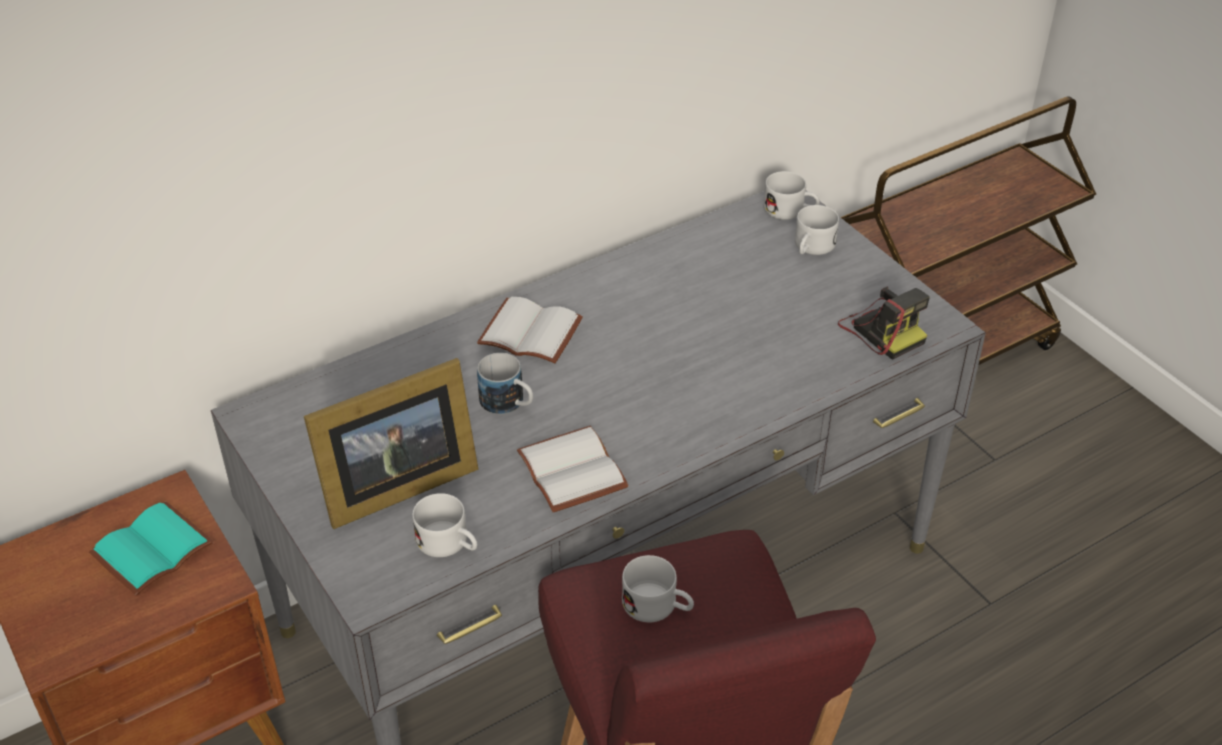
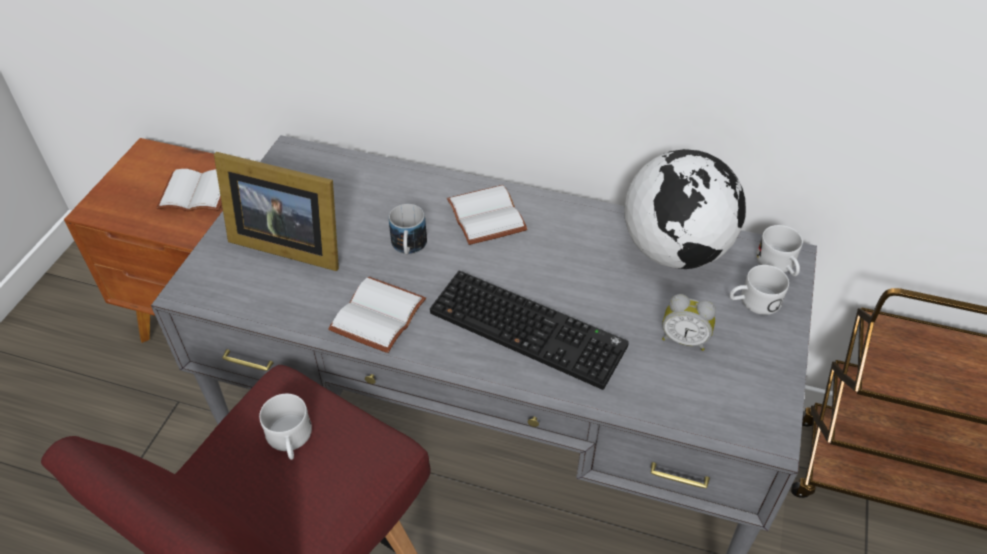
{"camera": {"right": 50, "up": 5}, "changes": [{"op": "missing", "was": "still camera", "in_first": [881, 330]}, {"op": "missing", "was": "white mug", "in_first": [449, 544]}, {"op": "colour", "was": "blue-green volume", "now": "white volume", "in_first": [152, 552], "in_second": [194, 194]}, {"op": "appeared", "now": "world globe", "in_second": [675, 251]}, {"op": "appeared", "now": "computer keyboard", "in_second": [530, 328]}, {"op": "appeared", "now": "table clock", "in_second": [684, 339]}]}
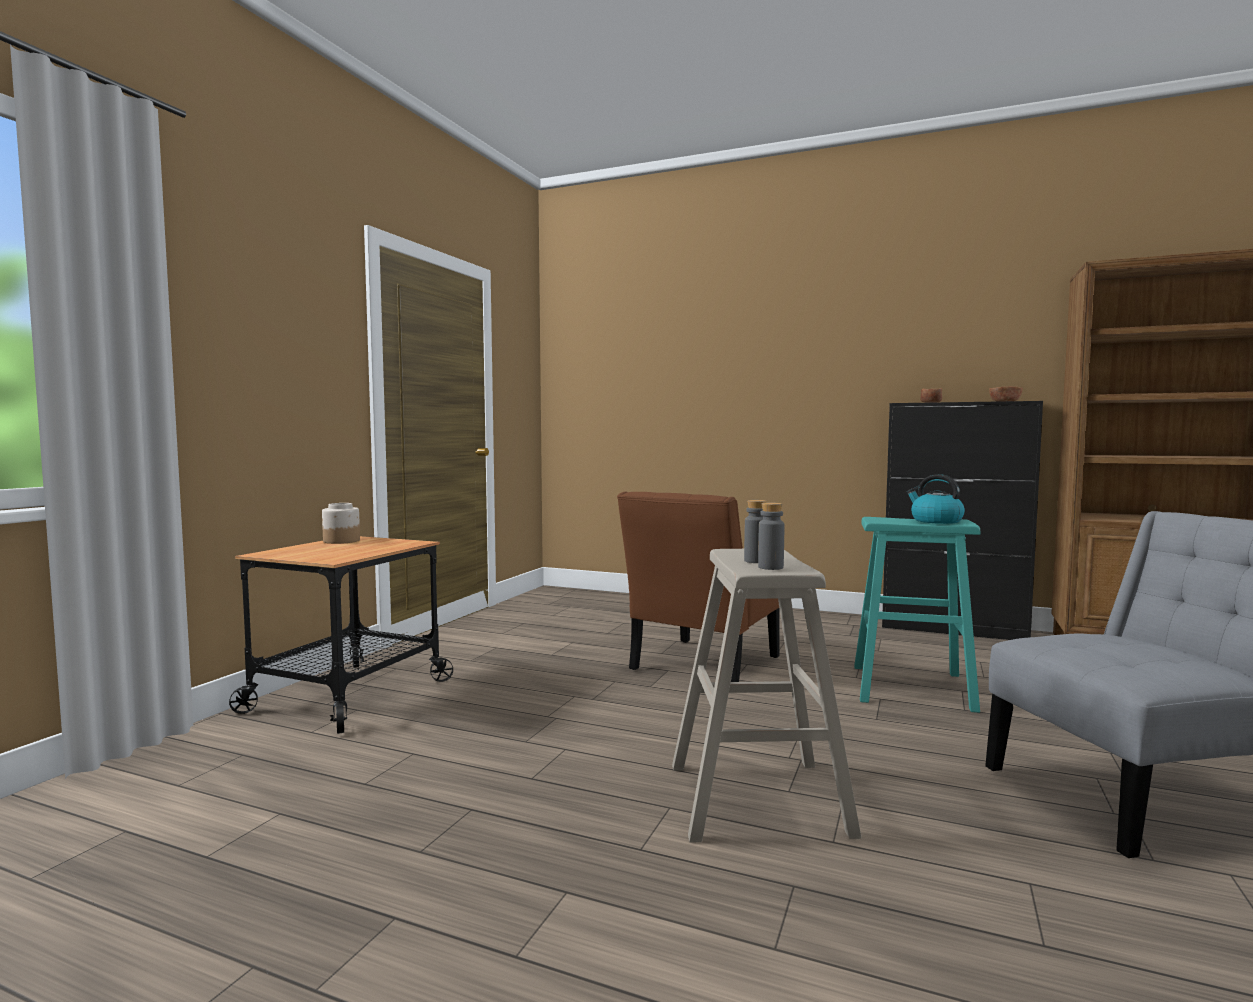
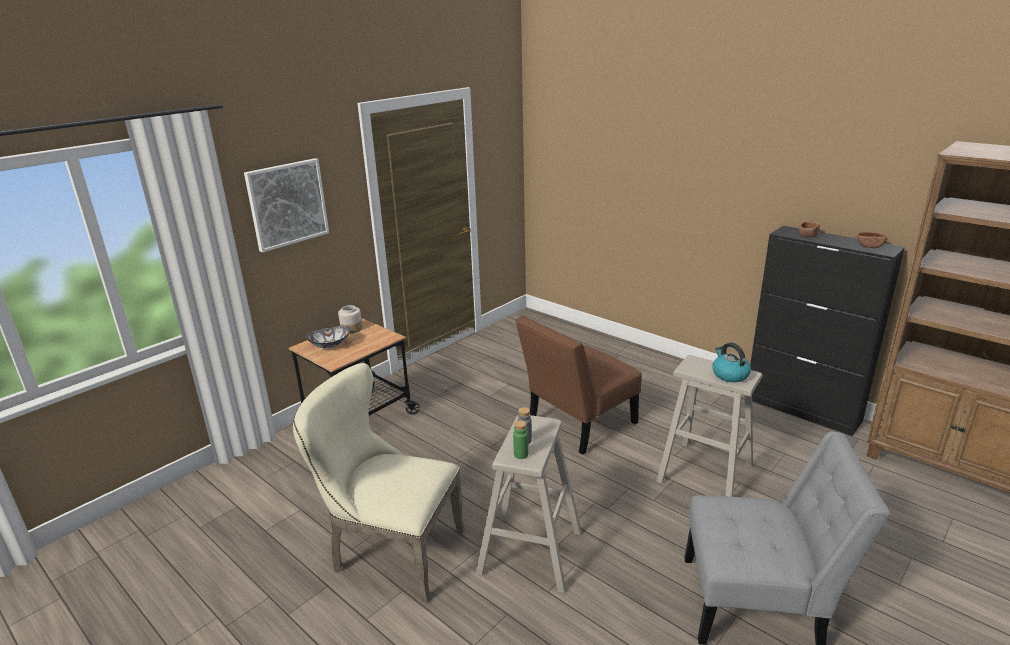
{"camera": {"right": 20, "up": 20}, "changes": [{"op": "colour", "was": "greyish drink bottle", "now": "green-coloured drink bottle", "in_first": [770, 567], "in_second": [521, 454]}, {"op": "colour", "was": "blue-green stool seat", "now": "beige stool seat", "in_first": [912, 687], "in_second": [705, 473]}, {"op": "appeared", "now": "wall picture", "in_second": [287, 204]}, {"op": "appeared", "now": "bowl", "in_second": [330, 345]}, {"op": "appeared", "now": "beige upright chair", "in_second": [390, 552]}]}
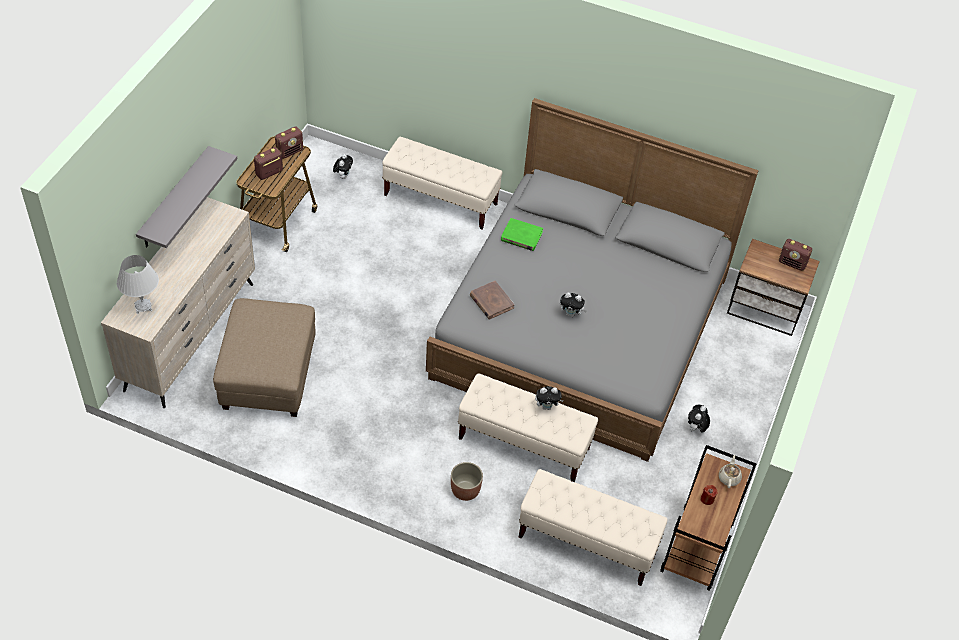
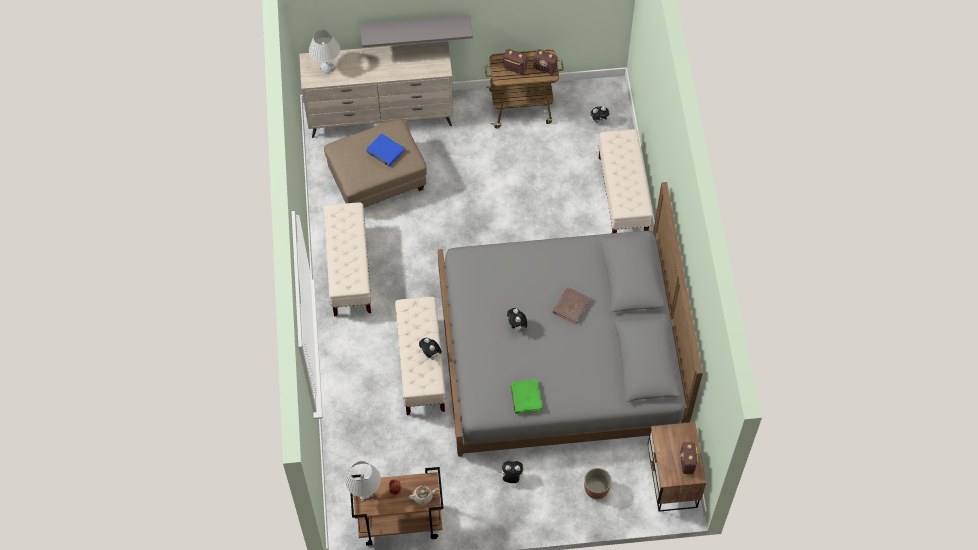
{"camera": {"right": 65, "up": 10}, "changes": [{"op": "relocated", "was": "green-coloured volume", "in_first": [521, 236], "in_second": [525, 397]}, {"op": "relocated", "was": "brownish volume", "in_first": [491, 302], "in_second": [571, 306]}, {"op": "relocated", "was": "planter", "in_first": [465, 490], "in_second": [596, 489]}, {"op": "relocated", "was": "beige long seat", "in_first": [587, 542], "in_second": [349, 271]}, {"op": "appeared", "now": "blue volume", "in_second": [385, 151]}, {"op": "appeared", "now": "white tabletop lamp", "in_second": [365, 492]}]}
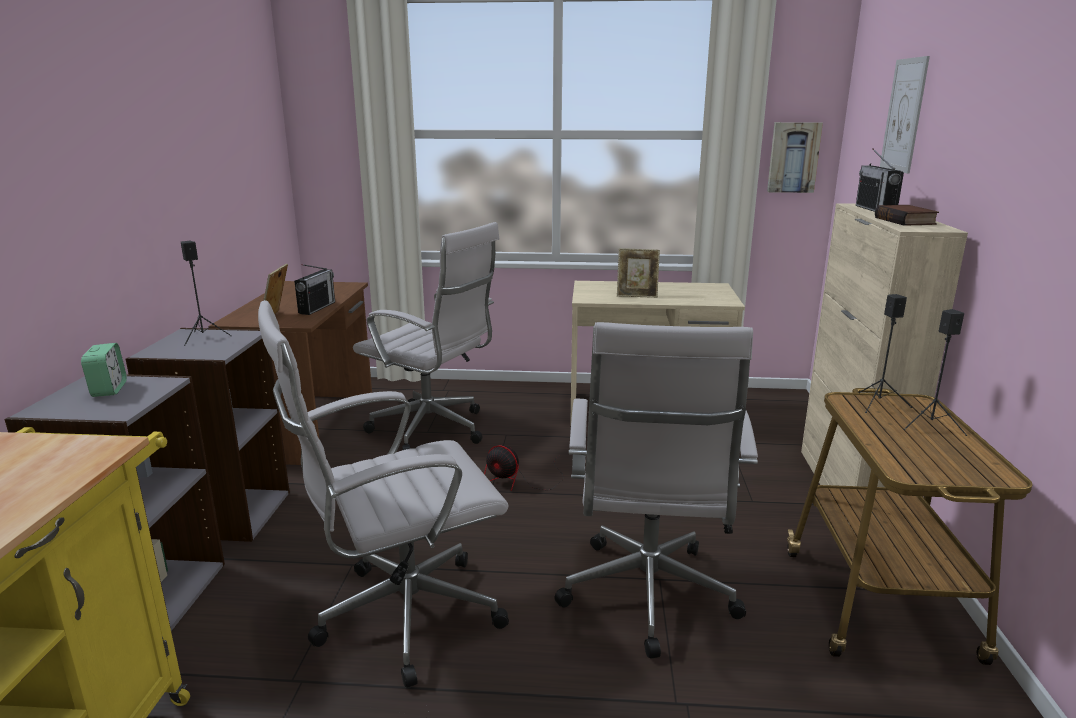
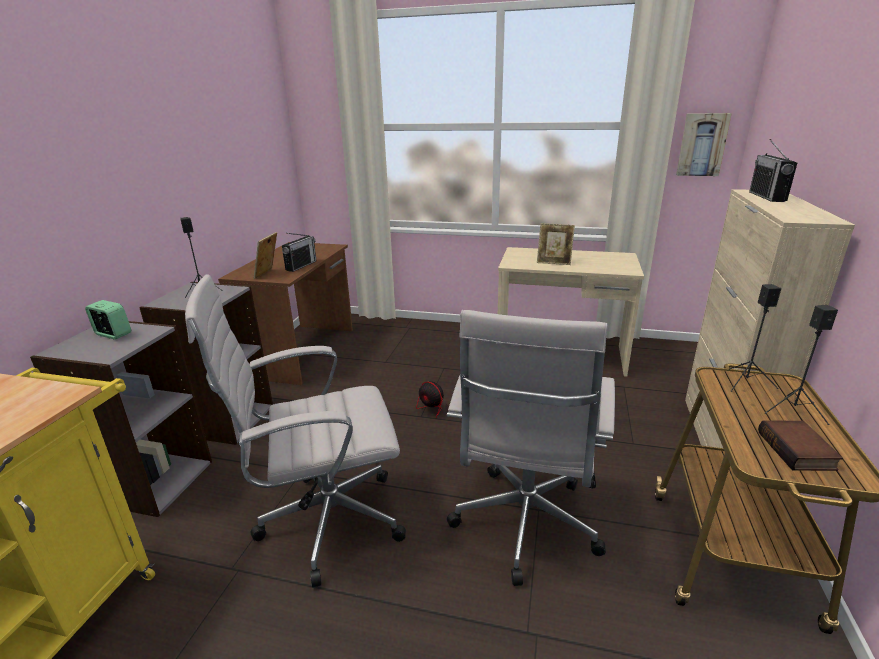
{"camera": {"right": 10, "up": 5}, "changes": [{"op": "missing", "was": "wall picture", "in_first": [904, 115]}, {"op": "relocated", "was": "volume", "in_first": [906, 221], "in_second": [798, 451]}, {"op": "missing", "was": "white desk chair", "in_first": [434, 431]}, {"op": "spun", "was": "table clock", "in_first": [109, 389], "in_second": [113, 334], "clockwise": -60}]}
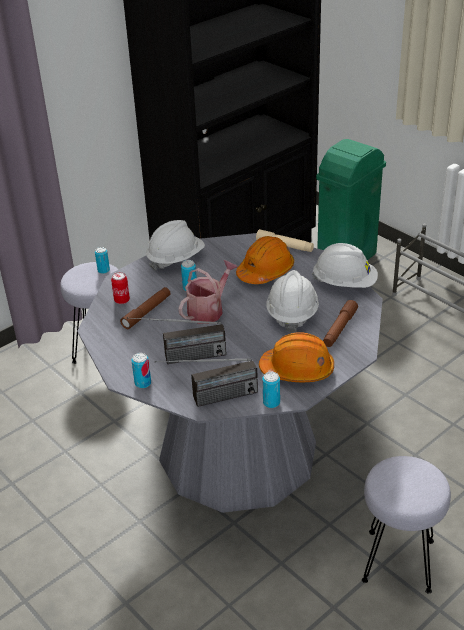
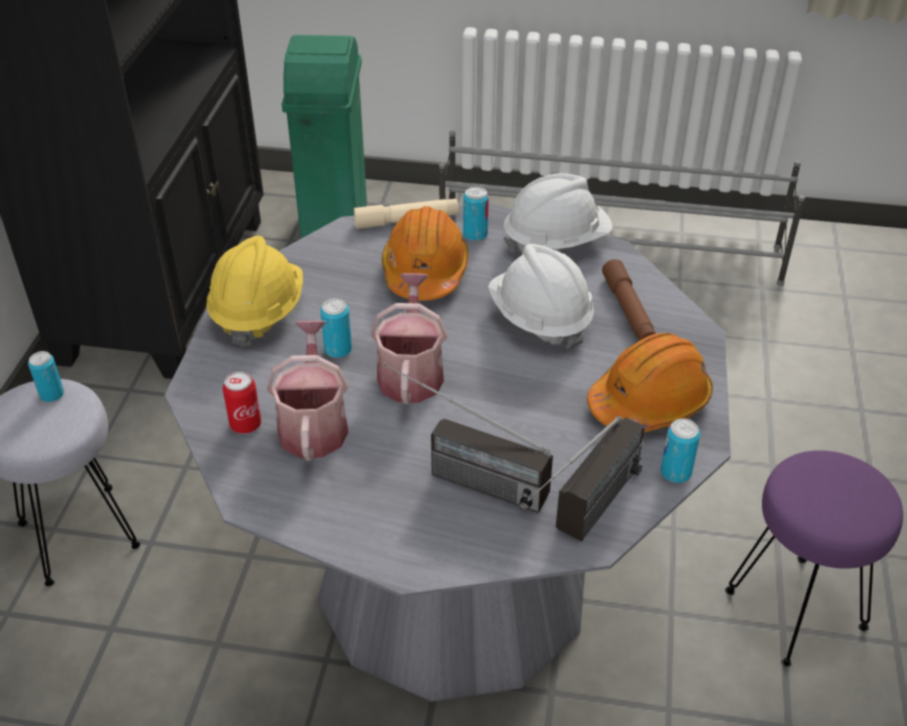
{"camera": {"right": -40, "up": 5}, "changes": [{"op": "colour", "was": "white work helmet", "now": "yellow-coloured work helmet", "in_first": [175, 259], "in_second": [258, 312]}, {"op": "exchanged", "was": "brownish torch", "now": "sprinkling can", "in_first": [147, 312], "in_second": [313, 424]}, {"op": "spun", "was": "radio receiver", "in_first": [179, 358], "in_second": [459, 476], "clockwise": 75}, {"op": "relocated", "was": "can", "in_first": [143, 383], "in_second": [475, 234]}, {"op": "colour", "was": "greyish stool seat", "now": "purplish stool seat", "in_first": [398, 562], "in_second": [795, 611]}]}
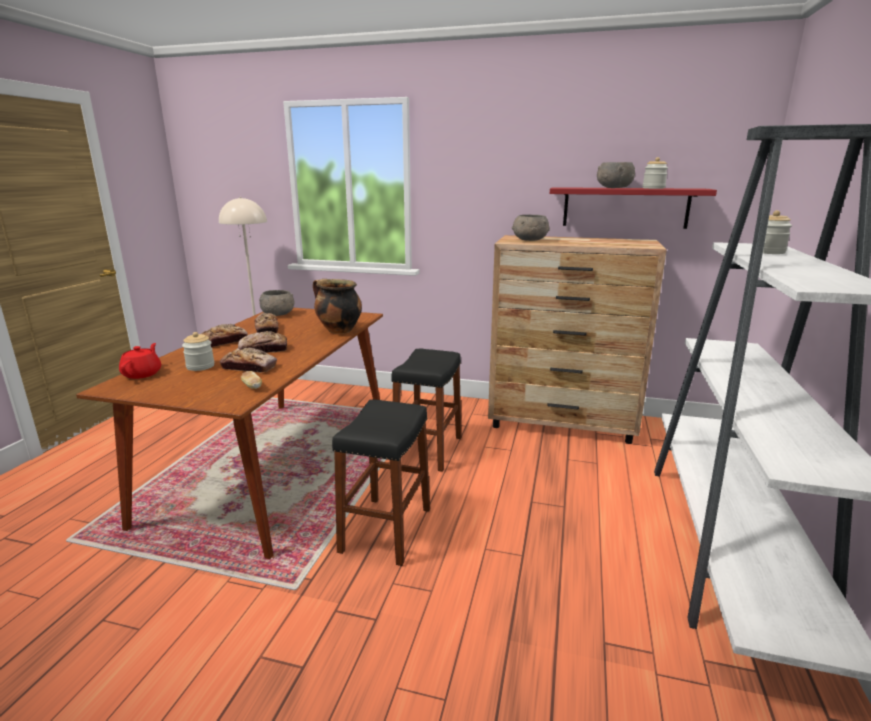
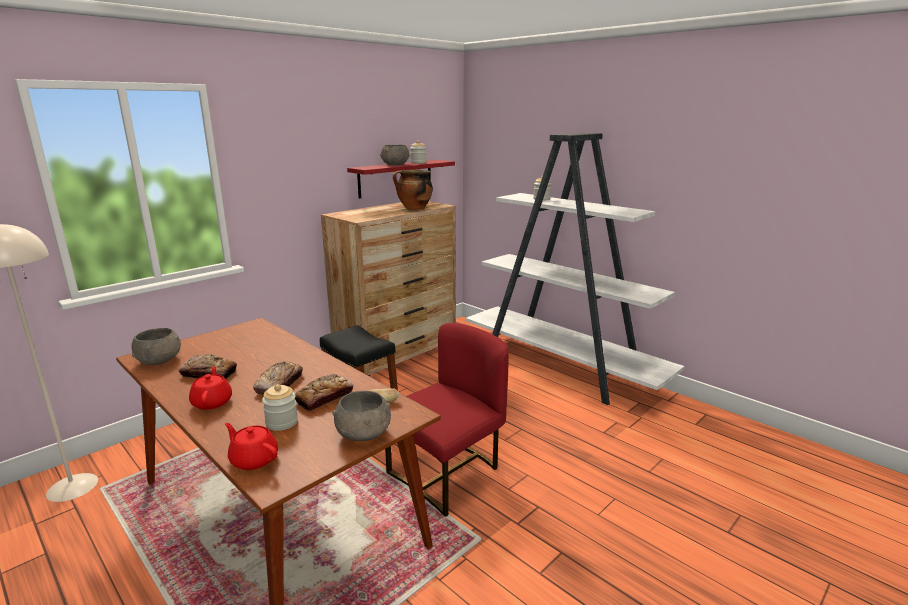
{"camera": {"right": -60, "up": 0}, "changes": [{"op": "relocated", "was": "greyish bowl", "in_first": [530, 240], "in_second": [363, 434]}, {"op": "relocated", "was": "cooking pot", "in_first": [338, 330], "in_second": [414, 209]}, {"op": "exchanged", "was": "baked bread", "now": "reddish tea pot", "in_first": [223, 342], "in_second": [212, 402]}, {"op": "exchanged", "was": "black-coloured stool seat", "now": "reddish upright chair", "in_first": [386, 529], "in_second": [447, 474]}]}
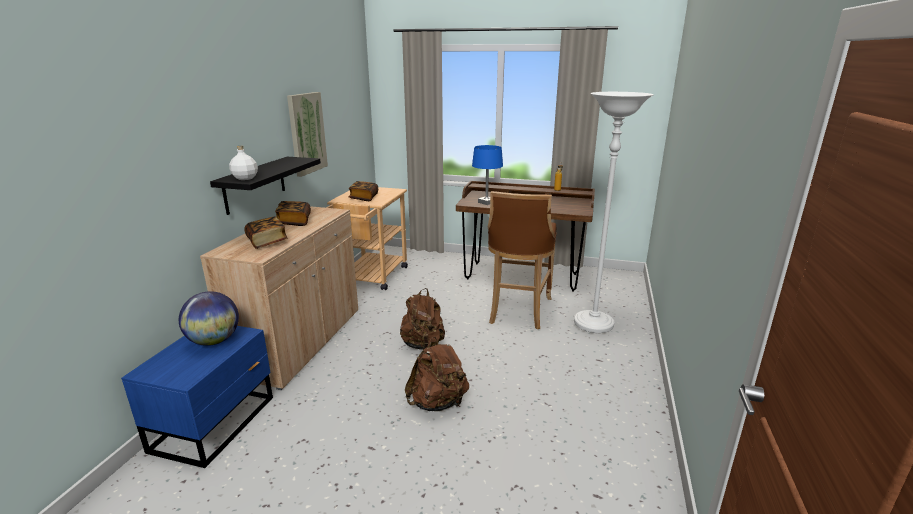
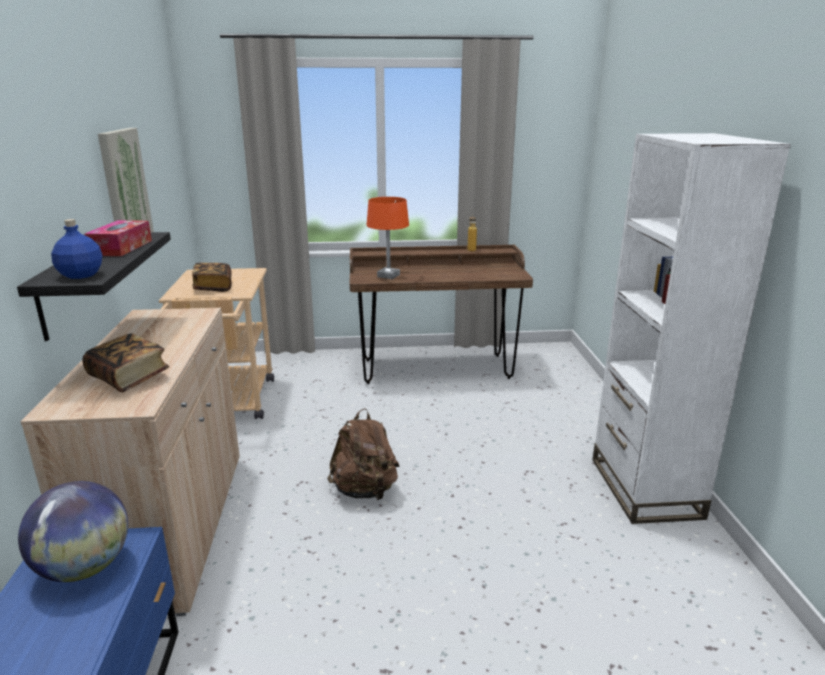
{"camera": {"right": -20, "up": 0}, "changes": [{"op": "missing", "was": "white floor lamp", "in_first": [593, 324]}, {"op": "colour", "was": "blue tabletop lamp", "now": "orangey tabletop lamp", "in_first": [486, 202], "in_second": [388, 276]}, {"op": "colour", "was": "white drink bottle", "now": "blue drink bottle", "in_first": [245, 178], "in_second": [81, 275]}, {"op": "missing", "was": "brownish stool seat", "in_first": [517, 311]}, {"op": "missing", "was": "volume", "in_first": [294, 221]}, {"op": "missing", "was": "brownish backpack", "in_first": [438, 403]}, {"op": "appeared", "now": "white shelving unit", "in_second": [645, 488]}, {"op": "appeared", "now": "tissue box", "in_second": [121, 248]}]}
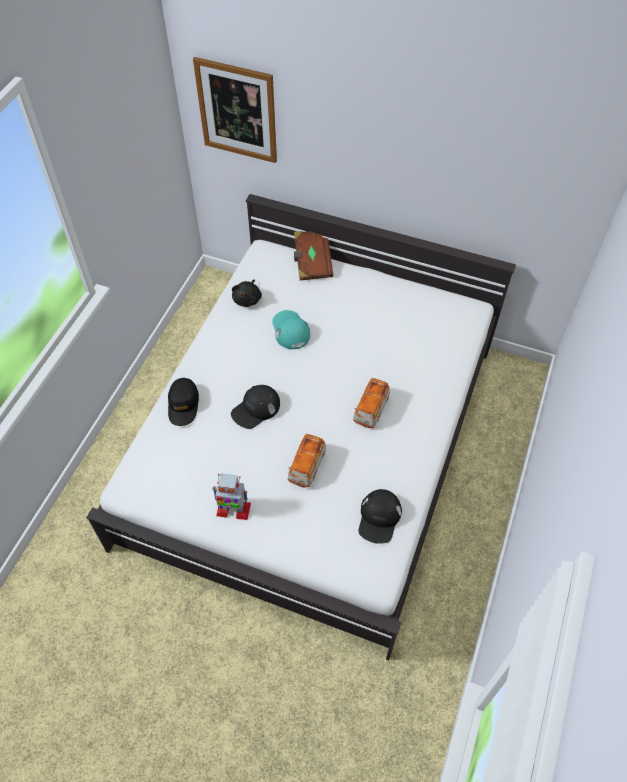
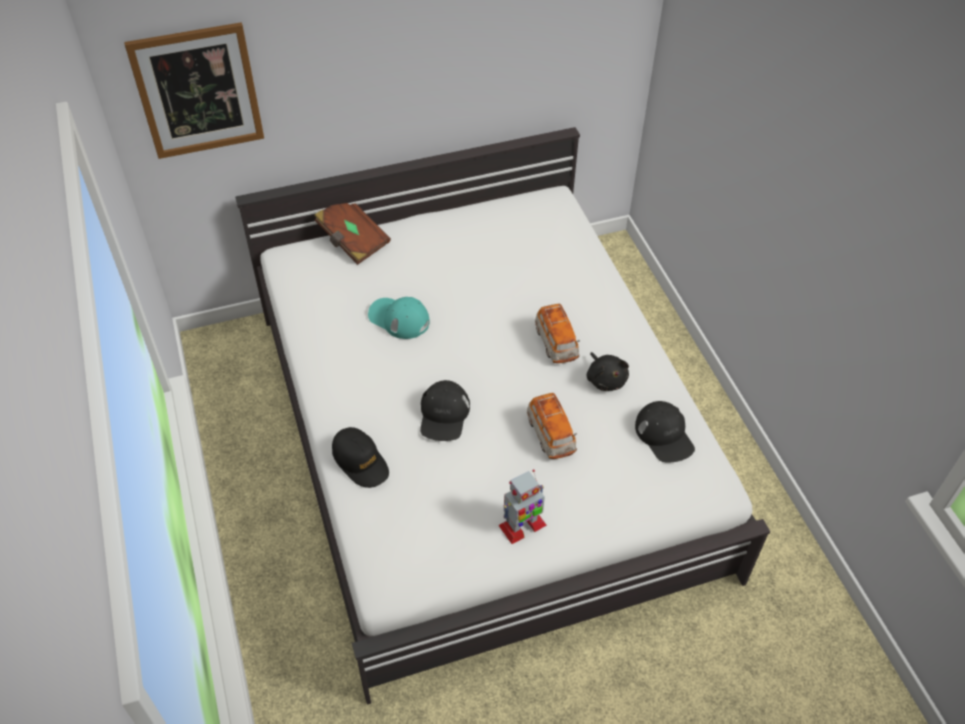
{"camera": {"right": -40, "up": -5}, "changes": [{"op": "relocated", "was": "black-coloured cuddly toy", "in_first": [248, 299], "in_second": [605, 379]}]}
